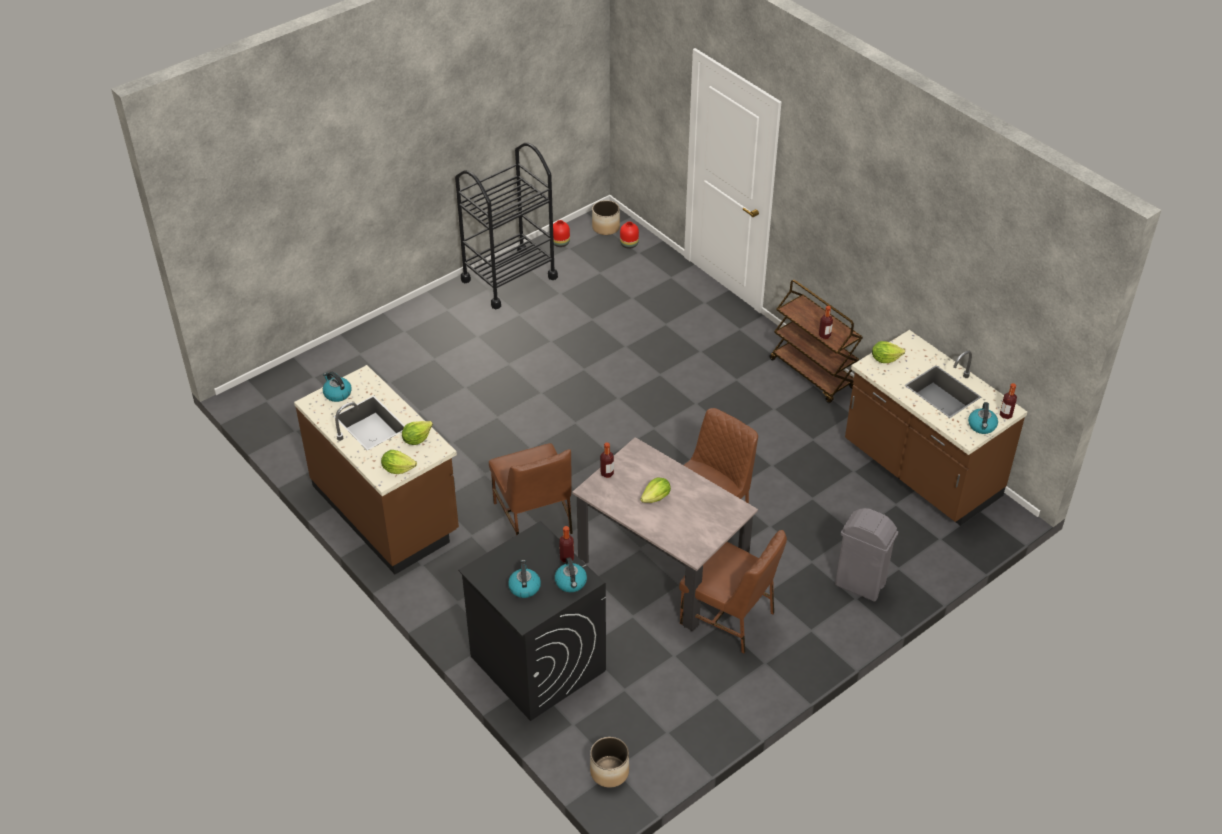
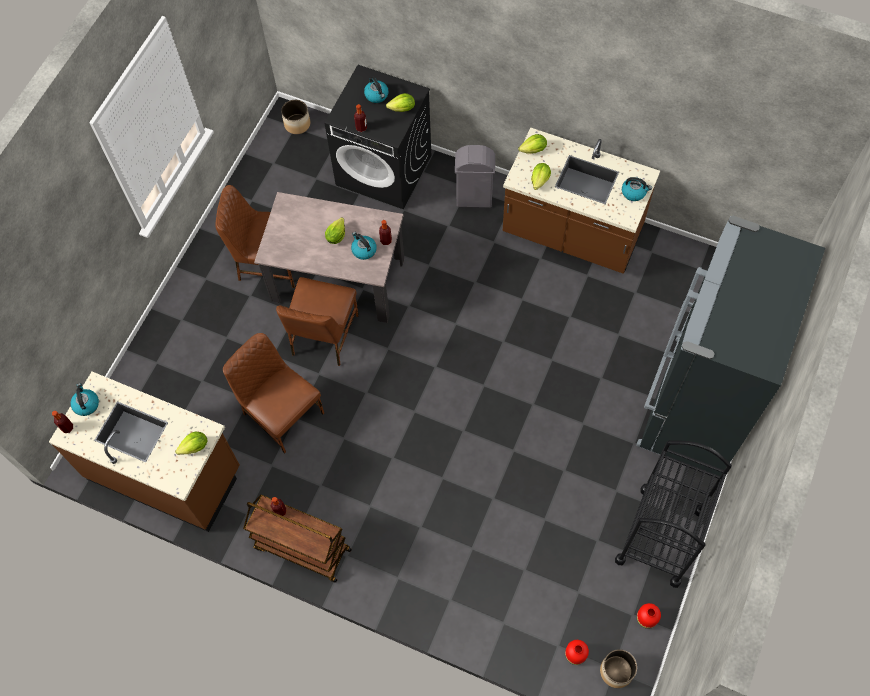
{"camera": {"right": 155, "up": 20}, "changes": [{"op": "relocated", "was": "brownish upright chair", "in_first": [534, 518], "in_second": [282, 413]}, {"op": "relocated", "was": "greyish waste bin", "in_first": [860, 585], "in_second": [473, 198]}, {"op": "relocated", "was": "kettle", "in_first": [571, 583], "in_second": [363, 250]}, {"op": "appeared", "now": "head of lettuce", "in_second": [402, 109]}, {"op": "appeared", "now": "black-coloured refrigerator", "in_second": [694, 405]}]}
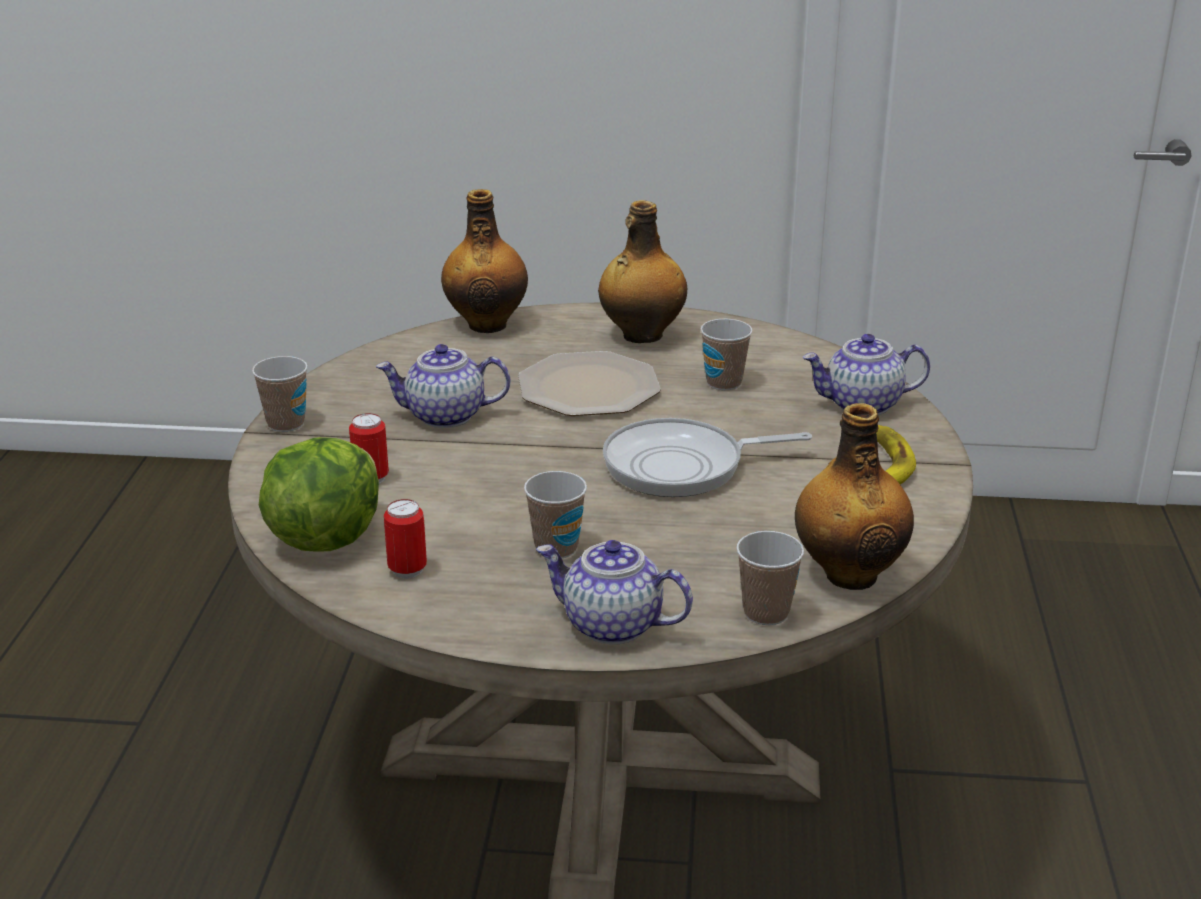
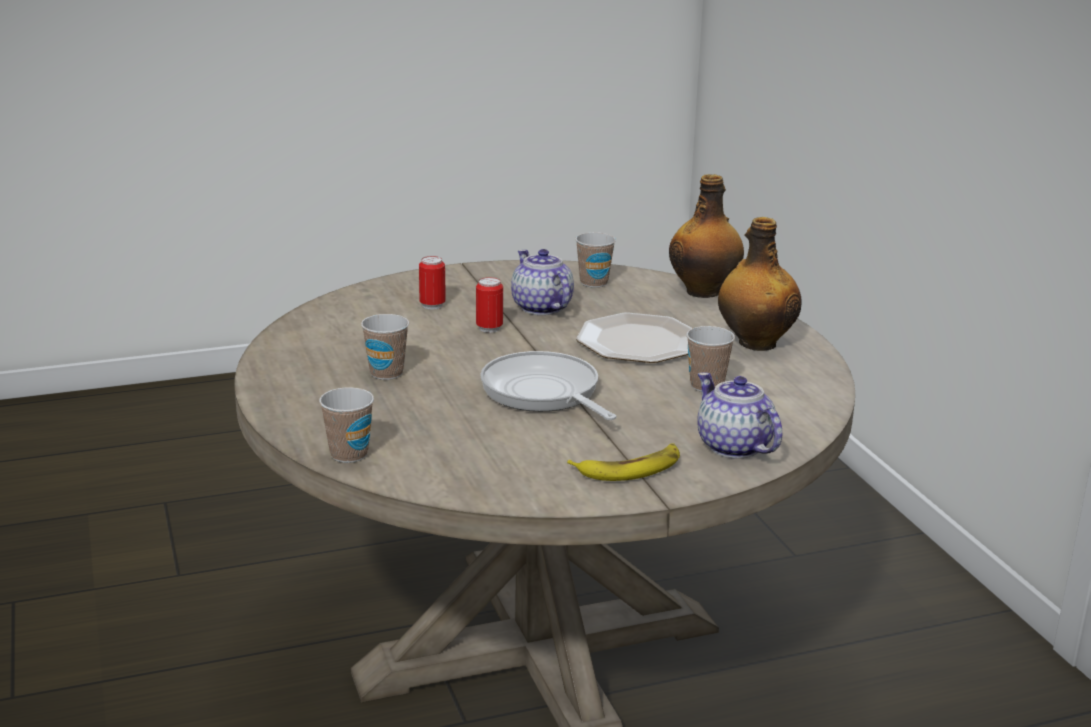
{"camera": {"right": 65, "up": -5}, "changes": [{"op": "relocated", "was": "small cup", "in_first": [286, 423], "in_second": [594, 282]}, {"op": "missing", "was": "drink bottle", "in_first": [849, 574]}, {"op": "missing", "was": "head of lettuce", "in_first": [325, 537]}, {"op": "relocated", "was": "can", "in_first": [407, 570], "in_second": [489, 328]}, {"op": "missing", "was": "tea pot", "in_first": [611, 625]}]}
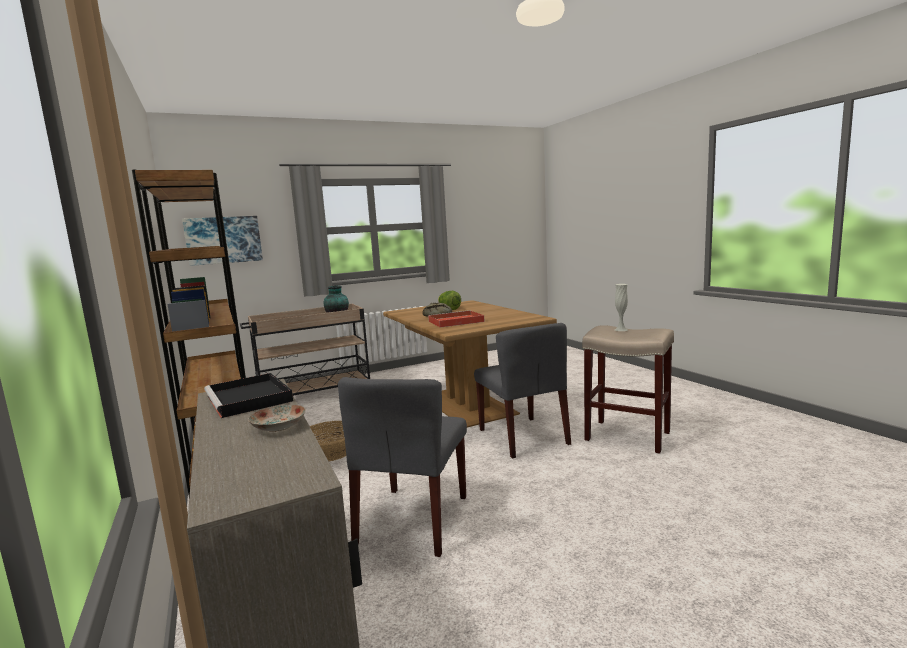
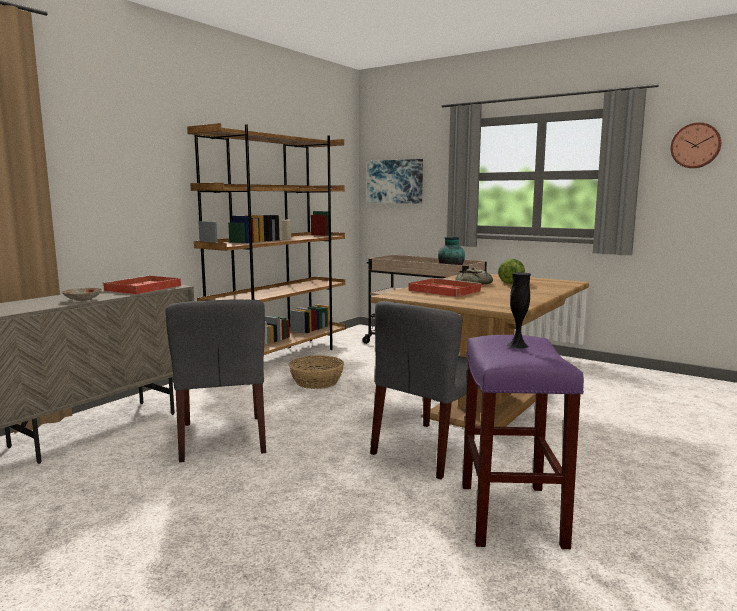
{"camera": {"right": 60, "up": 0}, "changes": [{"op": "colour", "was": "white vase", "now": "black-coloured vase", "in_first": [621, 330], "in_second": [517, 345]}, {"op": "colour", "was": "beige stool seat", "now": "purplish stool seat", "in_first": [628, 436], "in_second": [512, 515]}, {"op": "colour", "was": "black-coloured carrying tray", "now": "reddish carrying tray", "in_first": [250, 399], "in_second": [142, 288]}, {"op": "spun", "was": "greyish upright chair", "in_first": [413, 520], "in_second": [223, 438], "clockwise": -90}, {"op": "appeared", "now": "hanging clock", "in_second": [695, 145]}]}
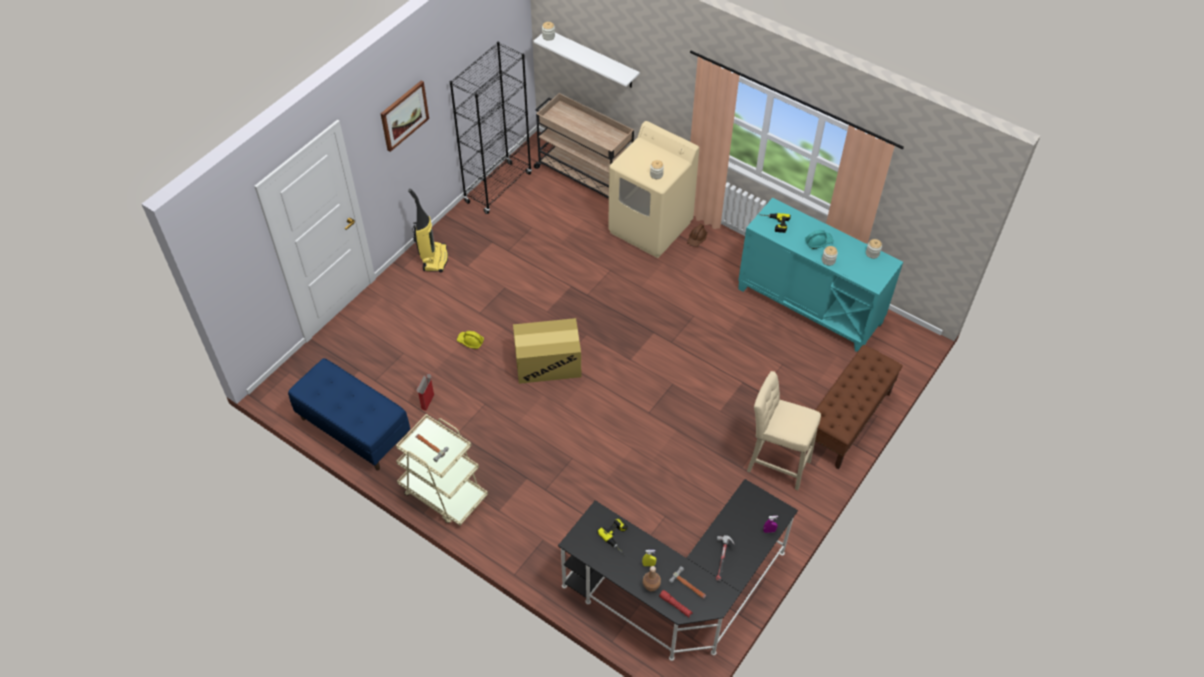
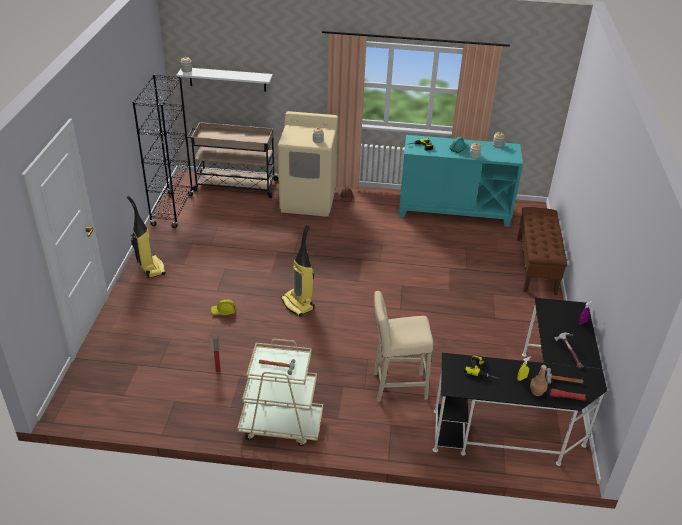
{"camera": {"right": -30, "up": -15}, "changes": [{"op": "missing", "was": "wall picture", "in_first": [404, 115]}, {"op": "exchanged", "was": "packing box", "now": "hoover", "in_first": [548, 363], "in_second": [298, 304]}, {"op": "missing", "was": "blue long seat", "in_first": [353, 429]}, {"op": "relocated", "was": "beige stool seat", "in_first": [775, 463], "in_second": [396, 386]}]}
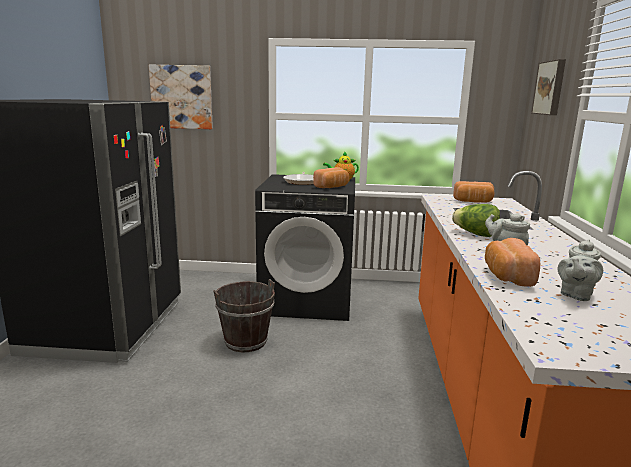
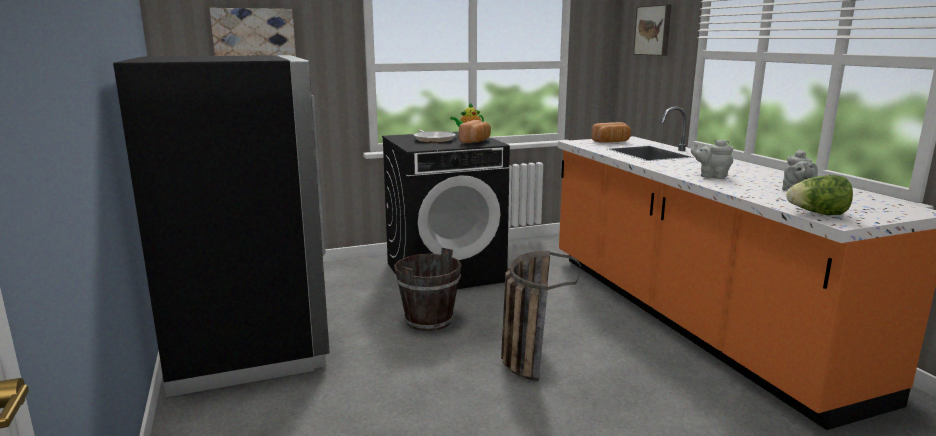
{"camera": {"right": -25, "up": 0}, "changes": [{"op": "relocated", "was": "head of lettuce", "in_first": [475, 234], "in_second": [817, 213]}, {"op": "missing", "was": "baked bread", "in_first": [506, 276]}, {"op": "appeared", "now": "storage basket", "in_second": [529, 355]}]}
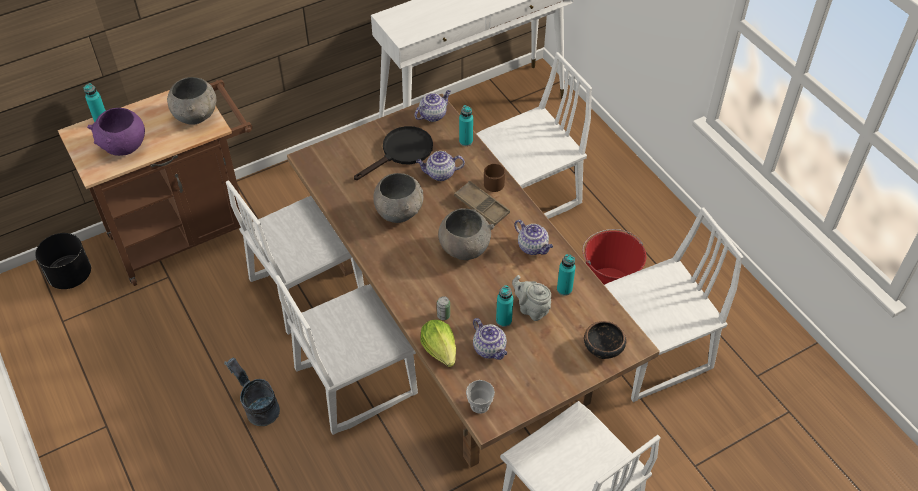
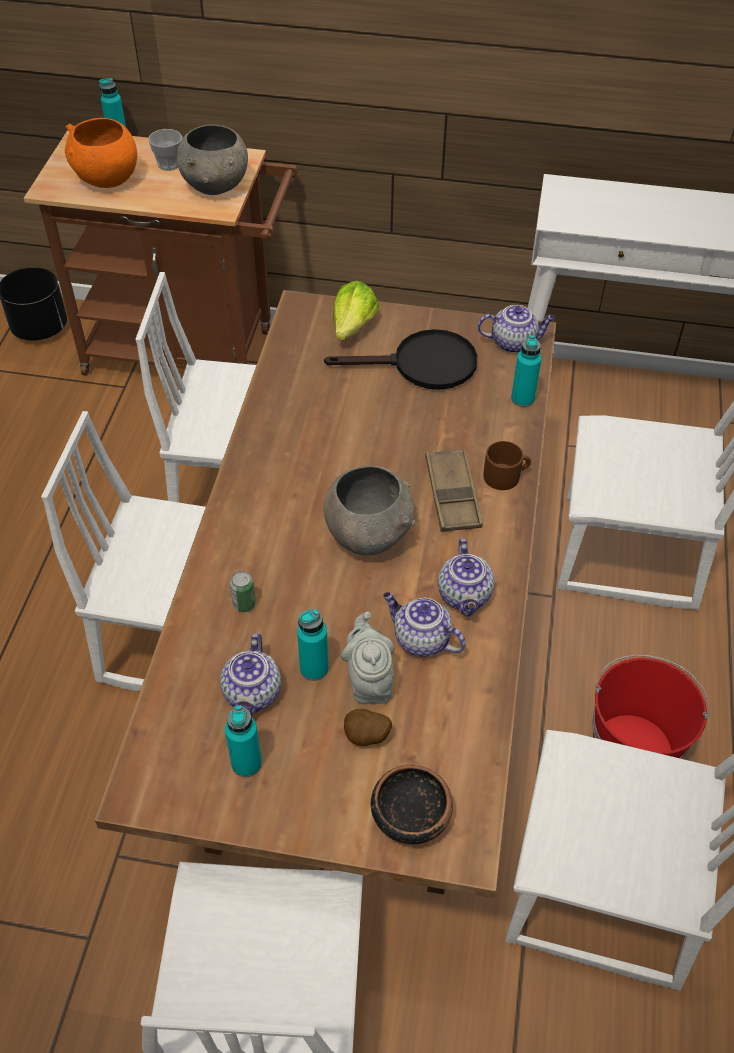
{"camera": {"right": 40, "up": 0}, "changes": [{"op": "colour", "was": "purplish bowl", "now": "orangey bowl", "in_first": [124, 147], "in_second": [107, 180]}, {"op": "relocated", "was": "tea pot", "in_first": [440, 174], "in_second": [420, 639]}, {"op": "missing", "was": "greyish bowl", "in_first": [399, 212]}, {"op": "relocated", "was": "blue-green drink bottle", "in_first": [564, 289], "in_second": [246, 763]}, {"op": "relocated", "was": "head of lettuce", "in_first": [440, 350], "in_second": [353, 327]}, {"op": "missing", "was": "greyish water bucket", "in_first": [258, 408]}, {"op": "relocated", "was": "small cup", "in_first": [479, 405], "in_second": [169, 164]}, {"op": "appeared", "now": "whole potato", "in_second": [366, 738]}]}
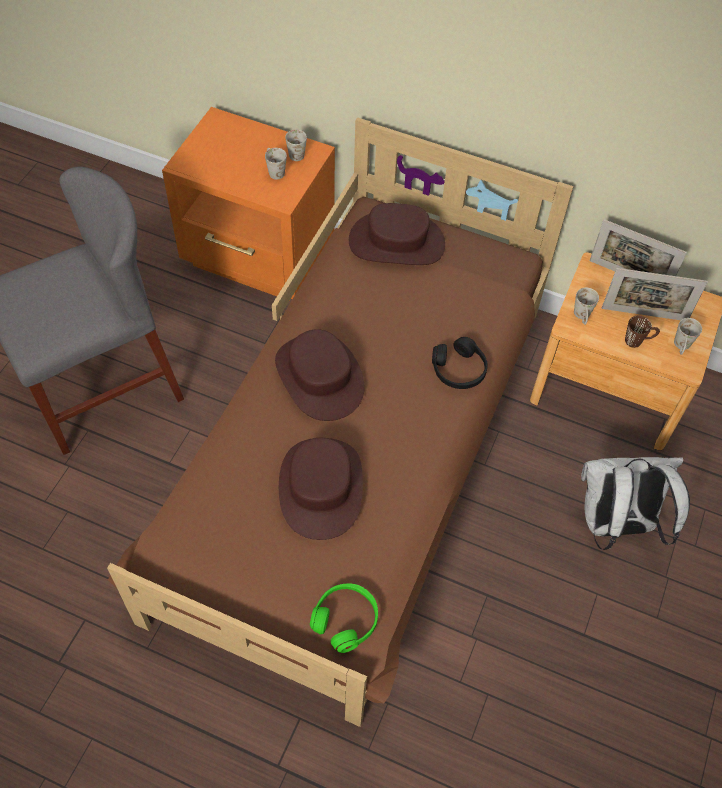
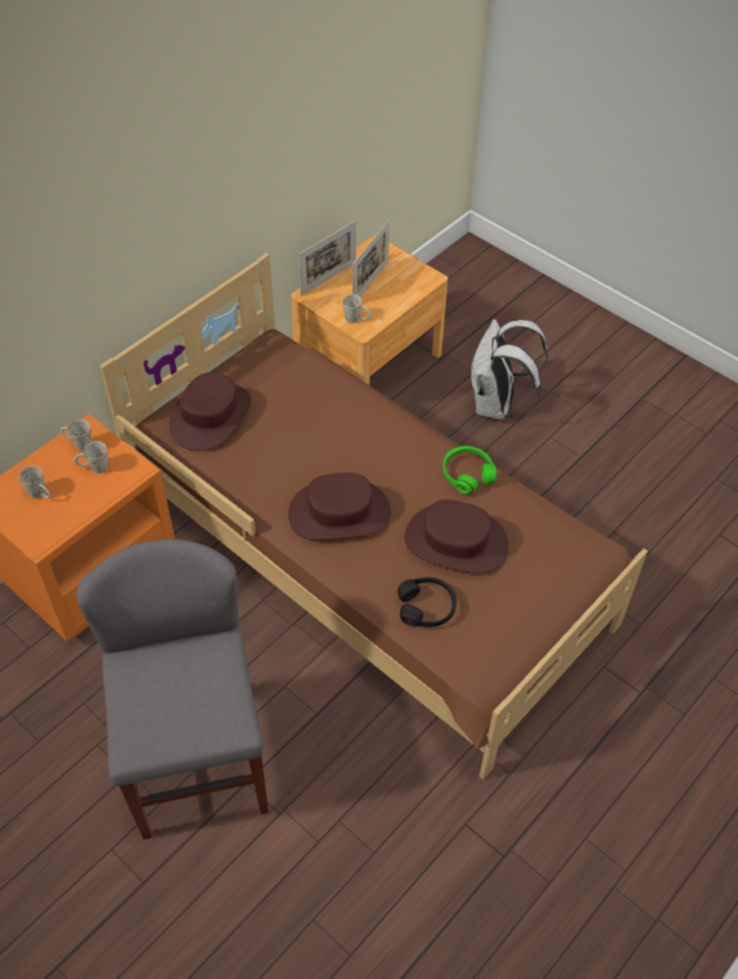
{"camera": {"right": -70, "up": -5}, "changes": [{"op": "missing", "was": "brownish mug", "in_first": [638, 340]}, {"op": "relocated", "was": "white mug", "in_first": [681, 347], "in_second": [41, 494]}, {"op": "relocated", "was": "black-coloured headphones", "in_first": [459, 369], "in_second": [426, 607]}, {"op": "relocated", "was": "green-coloured headphones", "in_first": [345, 619], "in_second": [467, 474]}]}
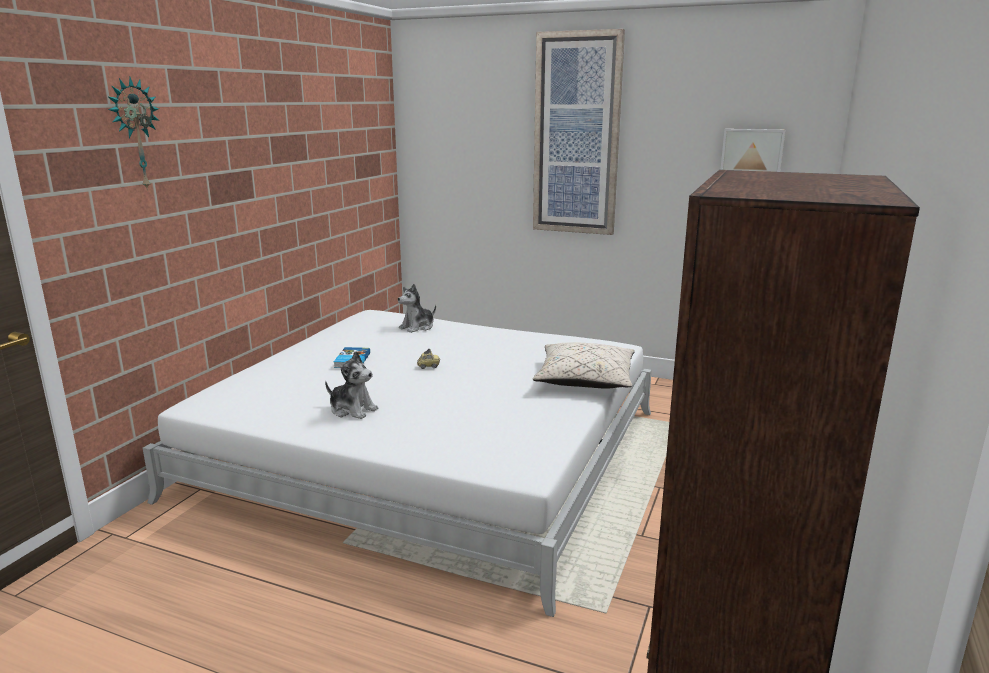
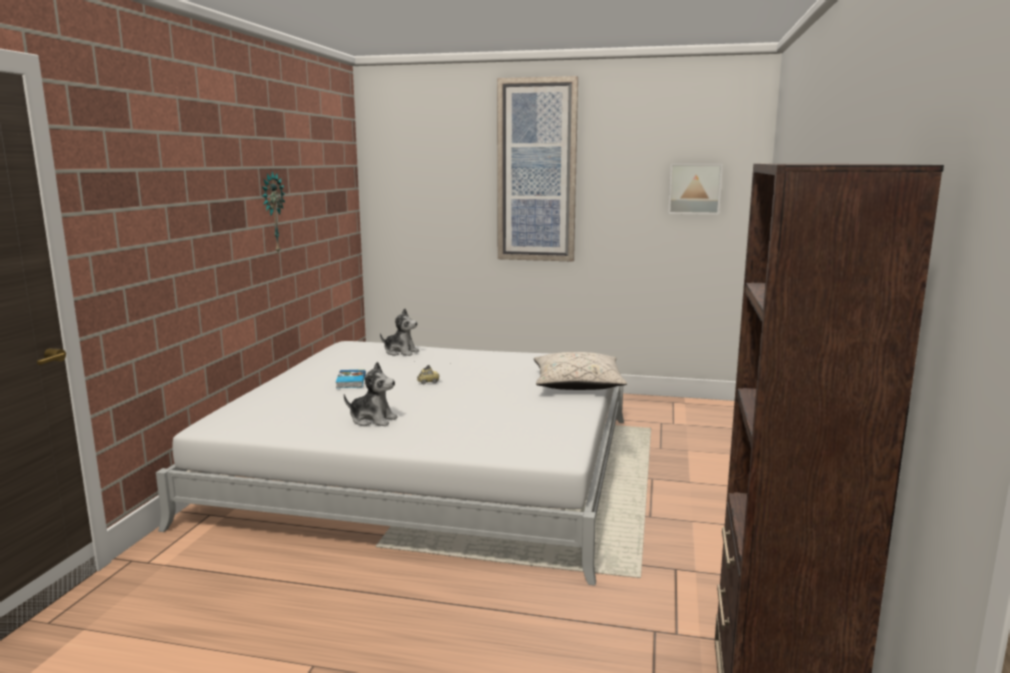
{"camera": {"right": -10, "up": -5}, "changes": [{"op": "relocated", "was": "hanging clock", "in_first": [135, 134], "in_second": [272, 213]}, {"op": "spun", "was": "cuddly toy", "in_first": [417, 327], "in_second": [401, 352], "clockwise": -105}]}
